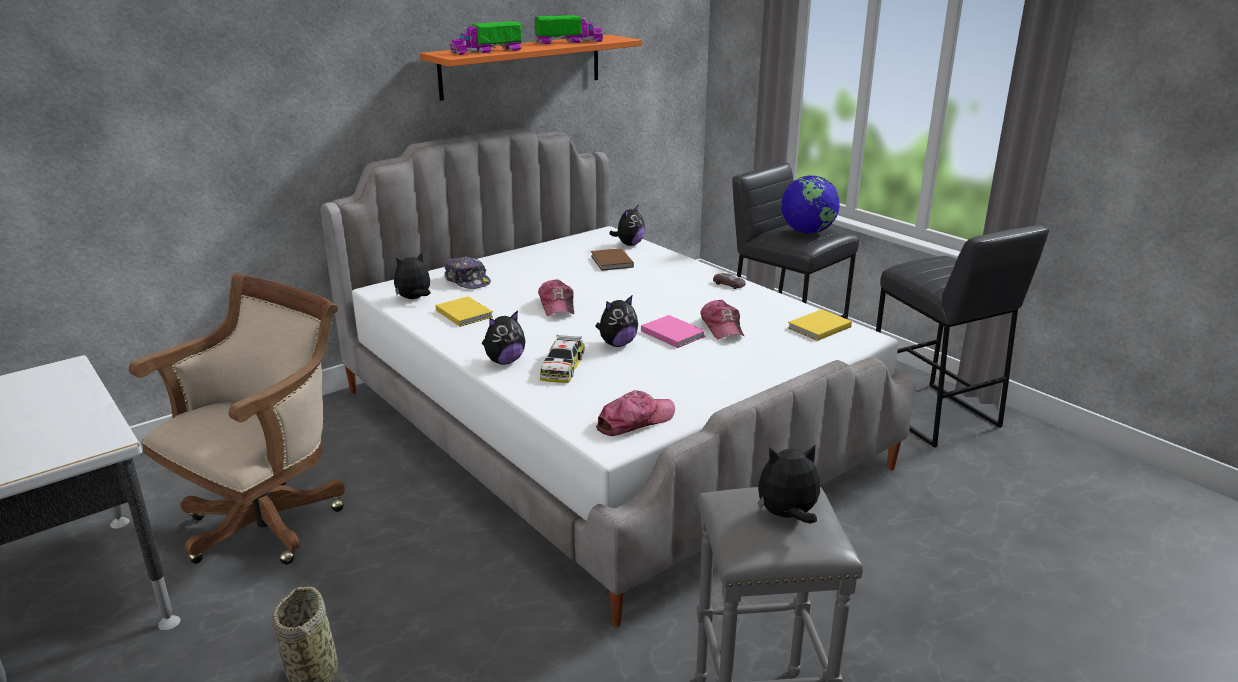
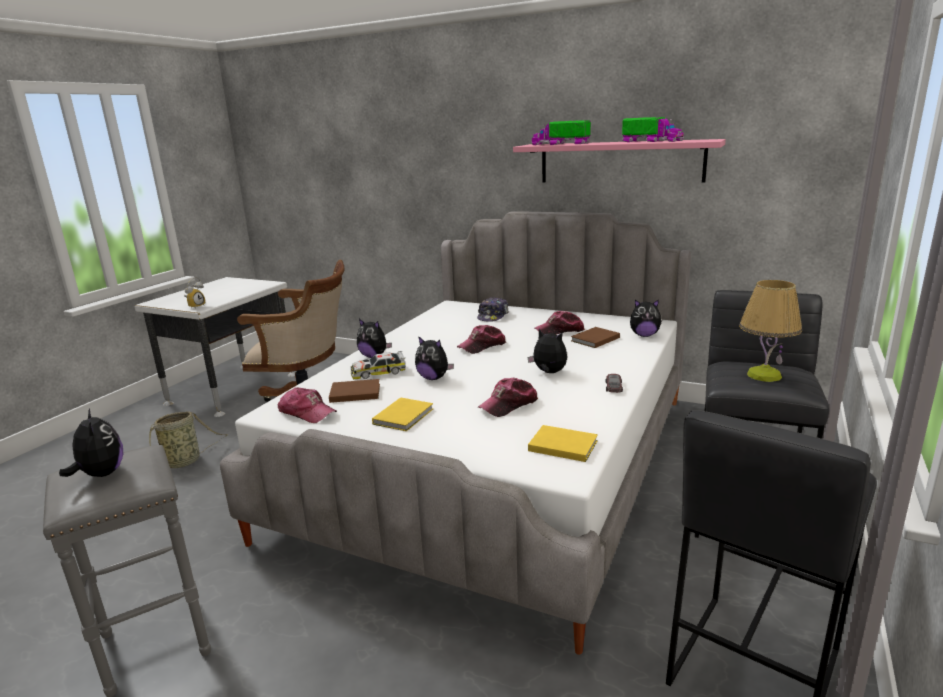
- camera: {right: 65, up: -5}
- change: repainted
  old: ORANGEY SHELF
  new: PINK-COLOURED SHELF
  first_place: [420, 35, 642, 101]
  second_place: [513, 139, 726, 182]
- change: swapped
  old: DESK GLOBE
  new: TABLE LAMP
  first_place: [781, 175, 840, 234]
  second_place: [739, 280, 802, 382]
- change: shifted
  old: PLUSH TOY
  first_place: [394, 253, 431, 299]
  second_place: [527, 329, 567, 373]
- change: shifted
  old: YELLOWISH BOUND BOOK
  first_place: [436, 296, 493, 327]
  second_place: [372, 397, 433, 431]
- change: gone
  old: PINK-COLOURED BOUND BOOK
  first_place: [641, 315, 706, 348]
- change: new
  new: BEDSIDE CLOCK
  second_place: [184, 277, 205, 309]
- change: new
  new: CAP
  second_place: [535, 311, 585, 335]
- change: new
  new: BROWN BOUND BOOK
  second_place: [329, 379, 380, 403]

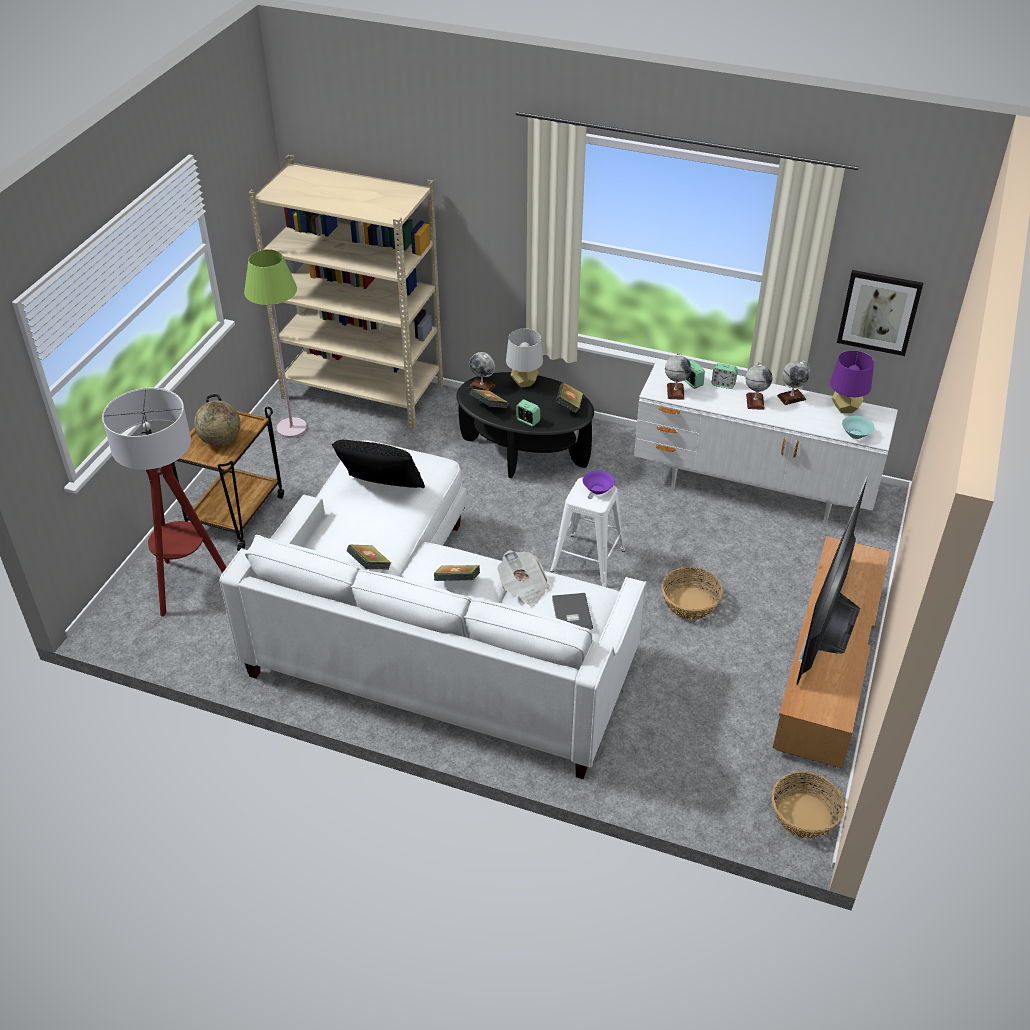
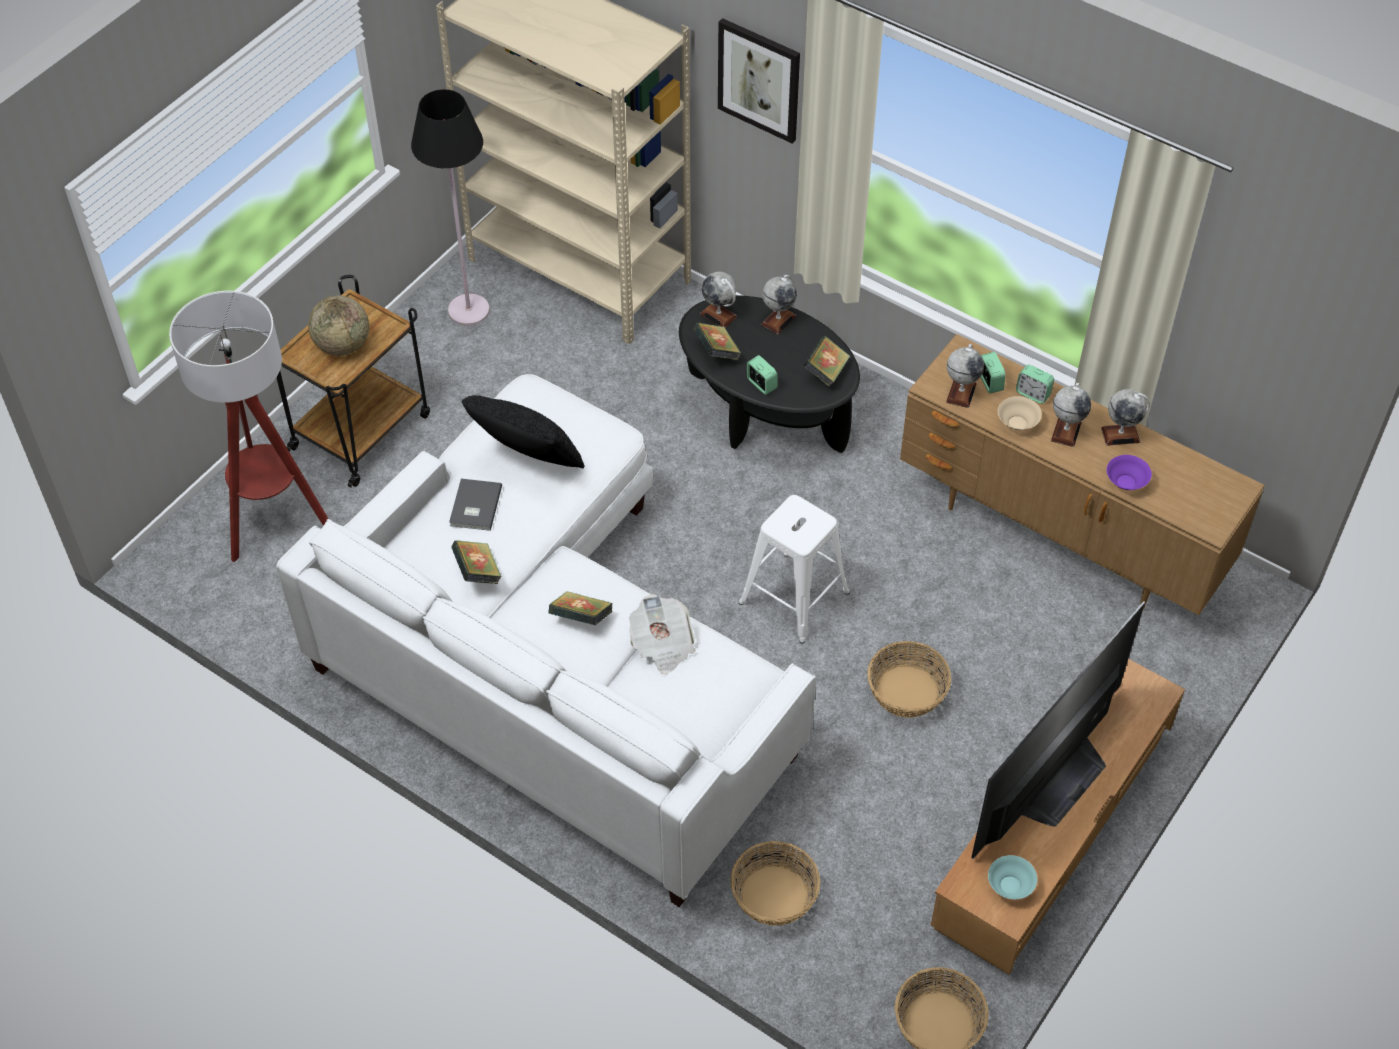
- camera: {right: 15, up: 10}
- change: repainted
  old: GREENISH FLOOR LAMP
  new: BLACKISH FLOOR LAMP
  first_place: [244, 249, 307, 438]
  second_place: [411, 89, 489, 326]
- change: shifted
  old: WALL PICTURE
  first_place: [837, 270, 923, 356]
  second_place: [718, 18, 800, 143]
- change: swapped
  old: GREYISH TABLE LAMP
  new: DESK GLOBE
  first_place: [506, 329, 543, 387]
  second_place: [761, 275, 797, 334]
- change: gone
  old: PURPLE TABLE LAMP
  first_place: [830, 350, 874, 413]
- change: repainted
  old: WHITE DRAWER CHEST
  new: BROWN DRAWER CHEST
  first_place: [634, 360, 898, 524]
  second_place: [900, 334, 1265, 615]
- change: shifted
  old: BLUE-GREEN SERVING BOWL
  first_place: [842, 416, 874, 439]
  second_place: [988, 855, 1037, 899]
- change: shifted
  old: PURPLE SERVING BOWL
  first_place: [583, 470, 615, 495]
  second_place: [1107, 455, 1152, 490]
- change: shifted
  old: GREYISH BOUND BOOK
  first_place: [552, 593, 593, 630]
  second_place: [449, 478, 502, 531]
- change: new
  new: SAND-COLOURED SERVING BOWL
  second_place: [998, 396, 1042, 431]
- change: new
  new: BASKET
  second_place: [730, 841, 820, 926]

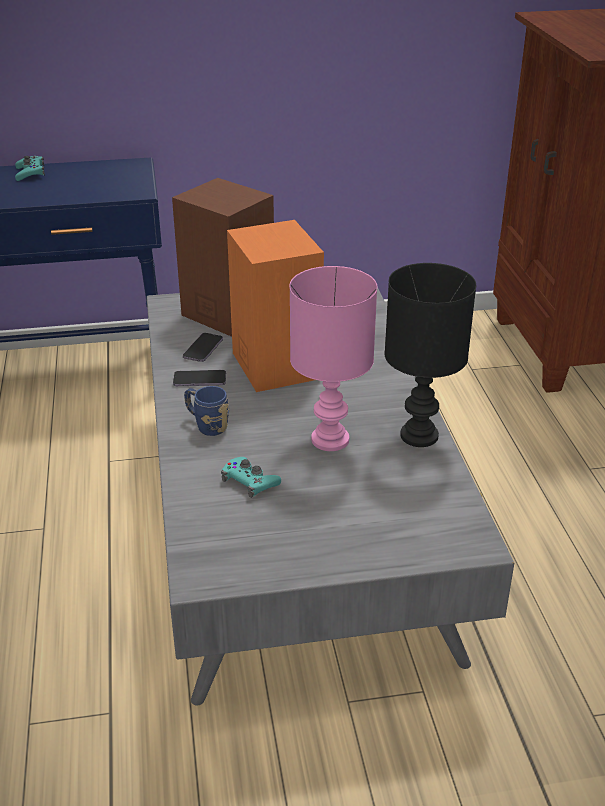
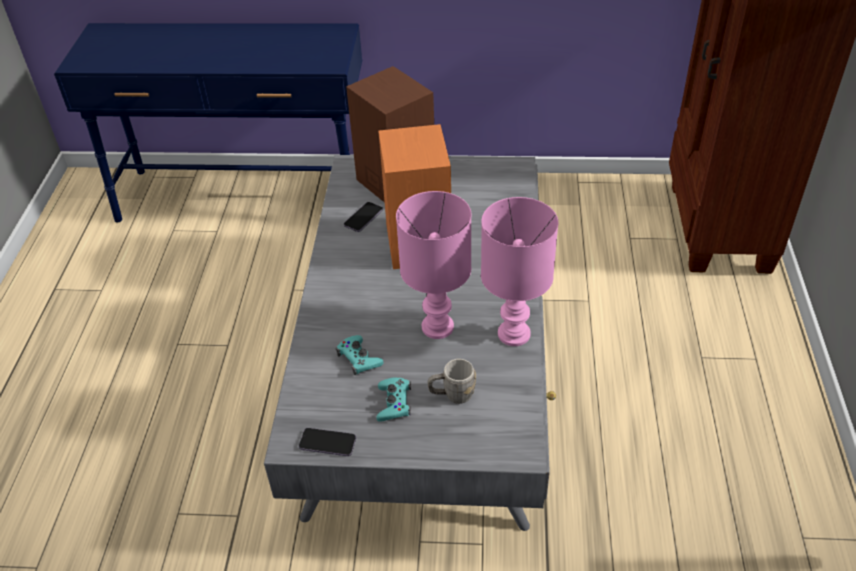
- camera: {right: 15, up: 10}
- change: shifted
  old: BLUE-GREEN GAME CONTROLLER
  first_place: [15, 156, 45, 181]
  second_place: [376, 377, 411, 422]
- change: repainted
  old: BLACKISH TABLE LAMP
  new: PINK-COLOURED TABLE LAMP
  first_place: [384, 263, 476, 447]
  second_place: [481, 197, 558, 346]
- change: shifted
  old: HANDSET
  first_place: [173, 370, 226, 386]
  second_place: [299, 428, 356, 456]
- change: gone
  old: BLUE-COLOURED TEA MUG
  first_place: [184, 386, 229, 436]
- change: new
  new: GREYISH TEA MUG
  second_place: [428, 359, 476, 404]

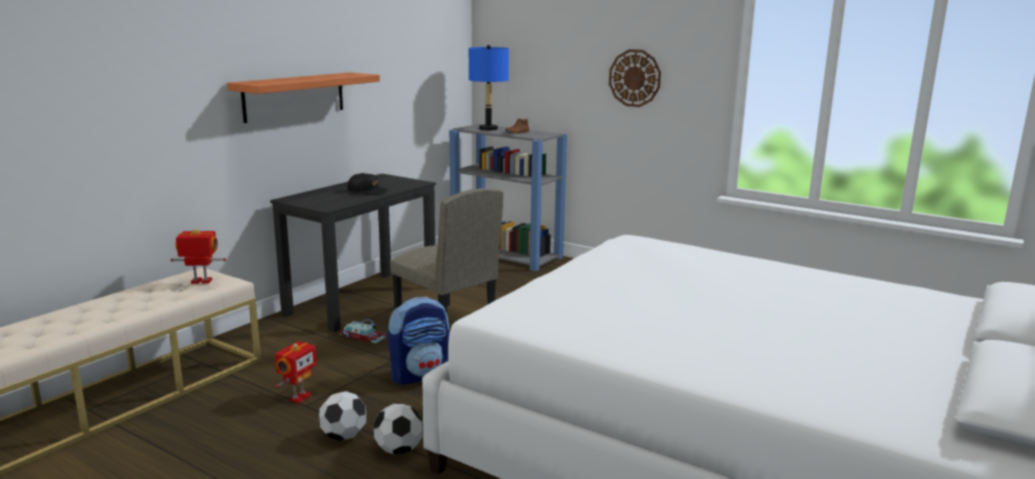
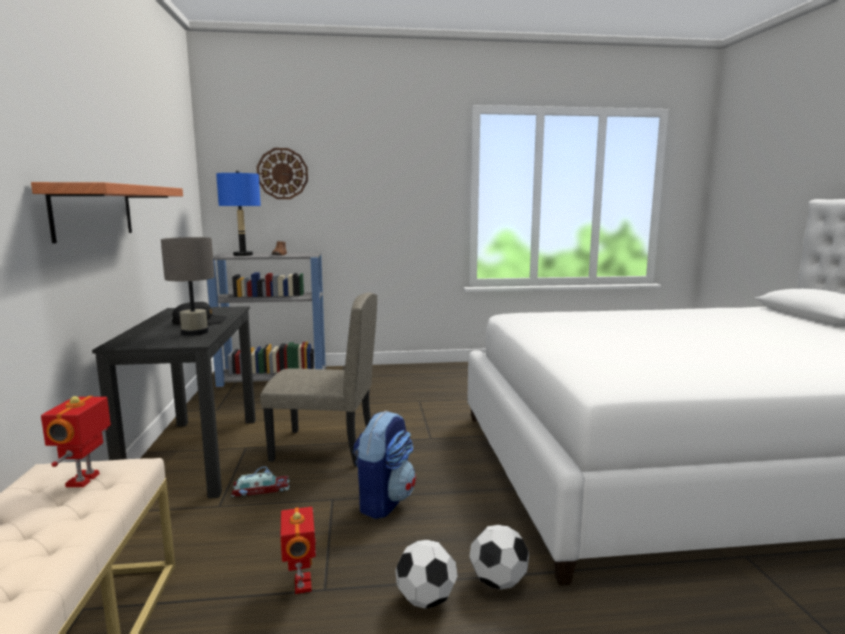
- camera: {right: -40, up: -5}
- change: shifted
  old: HANGING CLOCK
  first_place: [609, 49, 661, 107]
  second_place: [257, 148, 308, 199]
- change: rotated
  old: ROBOT FIGURE
  first_place: [171, 228, 226, 284]
  second_place: [41, 396, 111, 487]
  degrees: -45
- change: new
  new: GREYISH TABLE LAMP
  second_place: [161, 237, 214, 336]

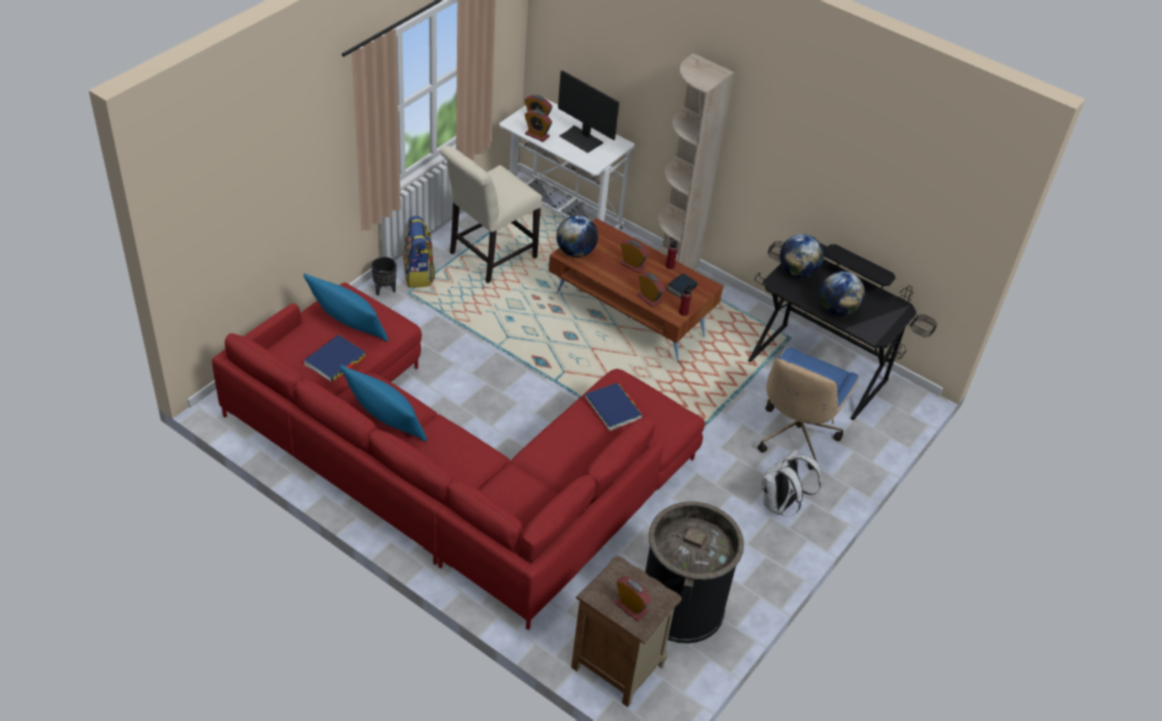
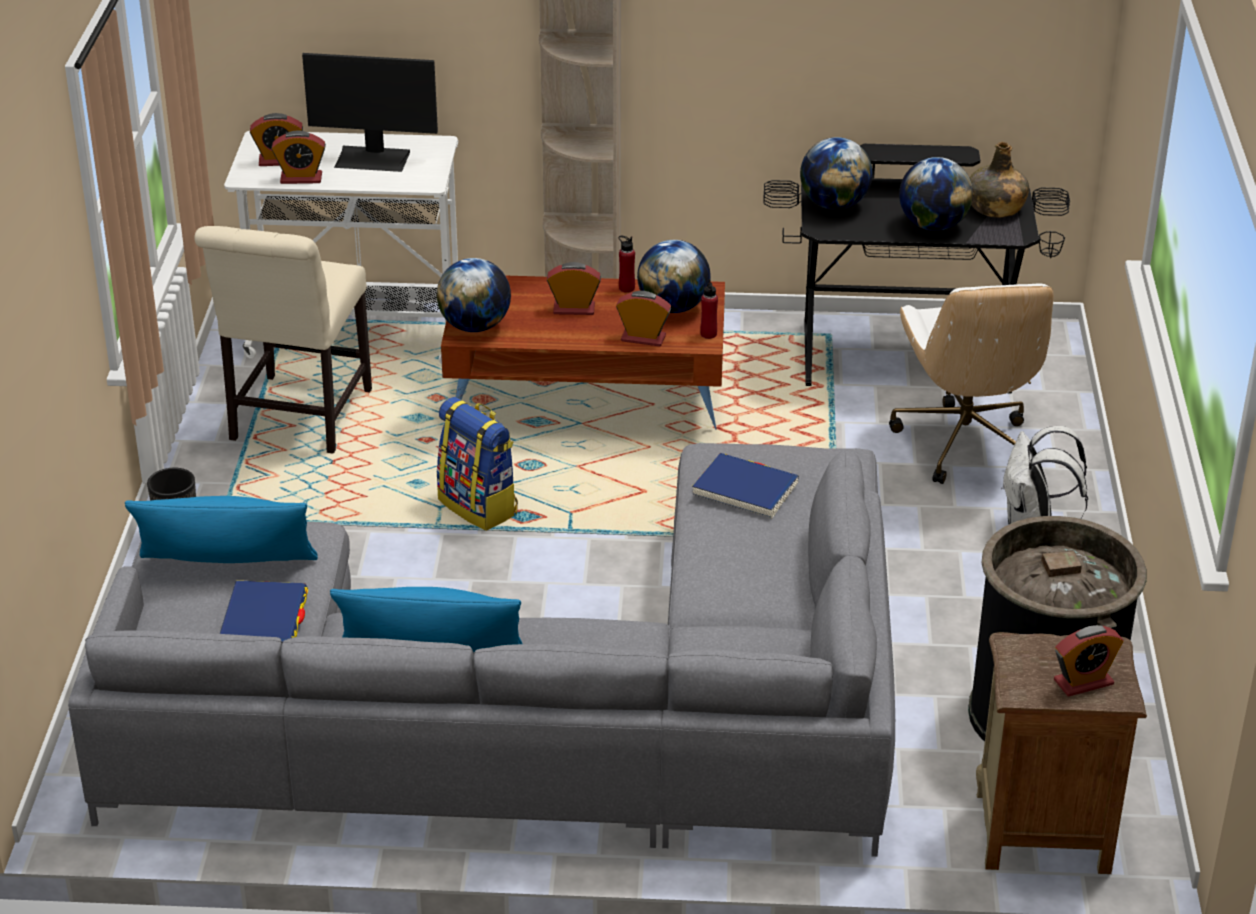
- camera: {right: -30, up: -10}
- change: shifted
  old: BACKPACK
  first_place: [403, 216, 435, 288]
  second_place: [437, 397, 518, 531]
- change: swapped
  old: BOUND BOOK
  new: DESK GLOBE
  first_place: [667, 273, 698, 298]
  second_place: [637, 240, 711, 313]
- change: repainted
  old: REDDISH SETTEE
  new: GREYISH SETTEE
  first_place: [212, 282, 705, 630]
  second_place: [68, 443, 895, 857]
- change: repainted
  old: BLUE-COLOURED DESK CHAIR
  new: WHITE DESK CHAIR
  first_place: [758, 347, 859, 470]
  second_place: [889, 284, 1054, 484]
- change: rotated
  old: BEDSIDE CLOCK
  first_place: [615, 576, 652, 621]
  second_place: [1054, 625, 1124, 697]
  degrees: 150
- change: new
  new: GREENISH BEVERAGE BOTTLE
  second_place: [970, 142, 1029, 218]

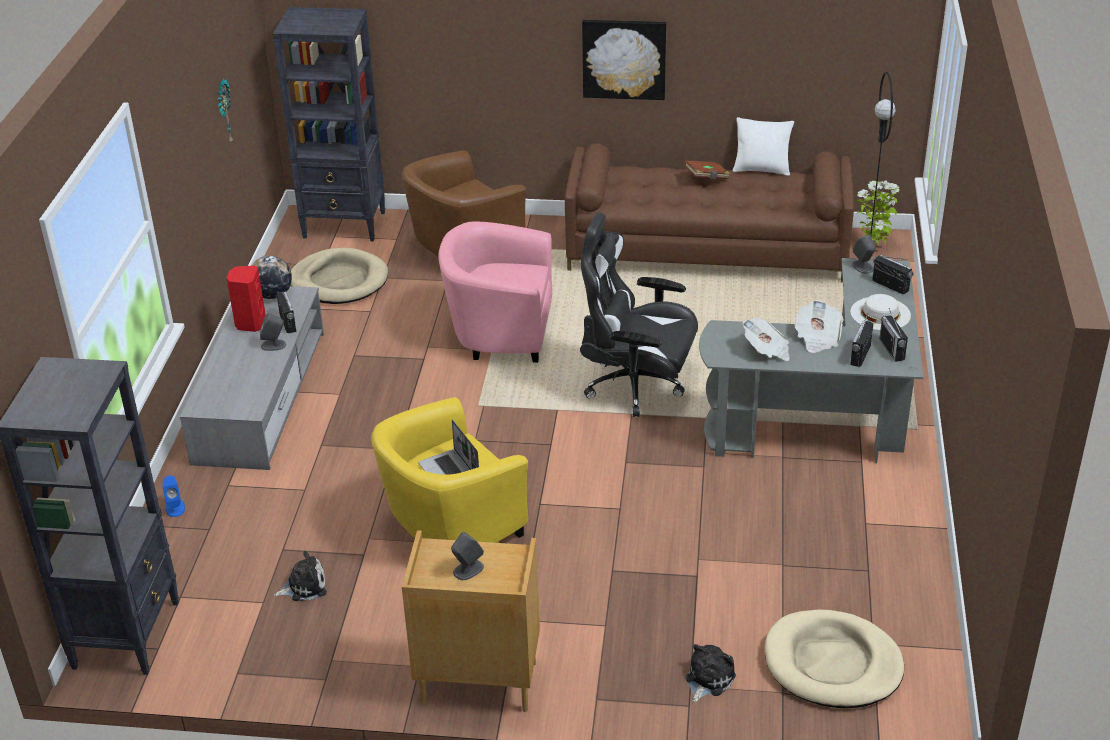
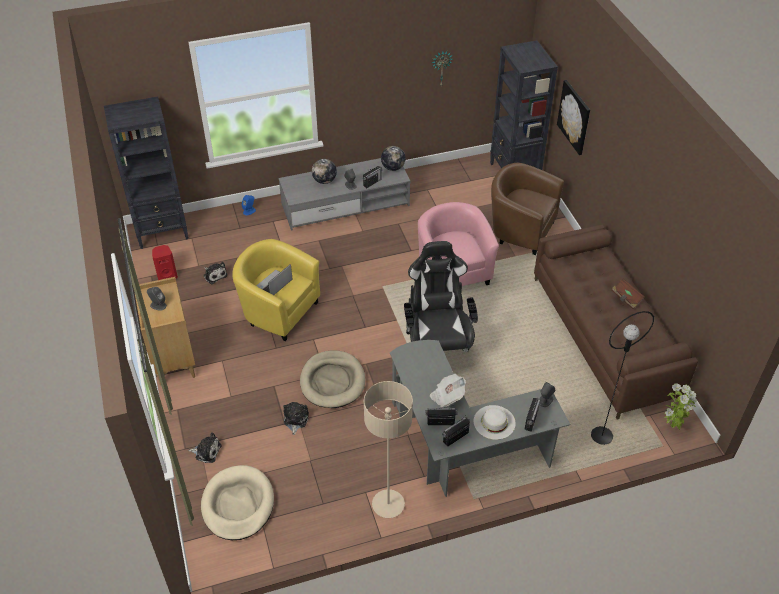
- camera: {right: 65, up: 10}
- change: shifted
  old: WALL PICTURE
  first_place: [582, 20, 666, 100]
  second_place: [557, 80, 590, 155]
- change: gone
  old: WHITE PILLOW
  first_place: [732, 117, 794, 176]
- change: shifted
  old: SAND-COLOURED DOG BED
  first_place: [290, 248, 388, 304]
  second_place: [300, 350, 365, 408]
- change: shifted
  old: REDDISH LOUDSPEAKER
  first_place: [227, 265, 266, 332]
  second_place: [152, 245, 178, 280]
- change: gone
  old: DAILY PAPER
  first_place: [742, 318, 790, 361]
- change: new
  new: DESK GLOBE
  second_place: [312, 159, 337, 184]
- change: new
  new: SAND-COLOURED FLOOR LAMP
  second_place: [364, 381, 413, 518]
- change: new
  new: PLUSH TOY
  second_place: [283, 402, 309, 435]

